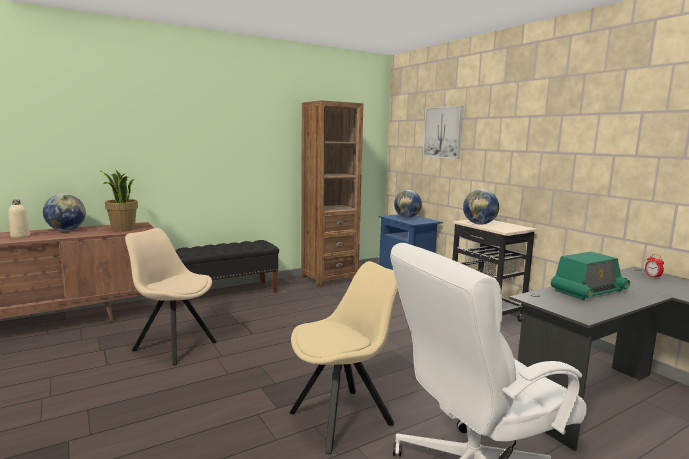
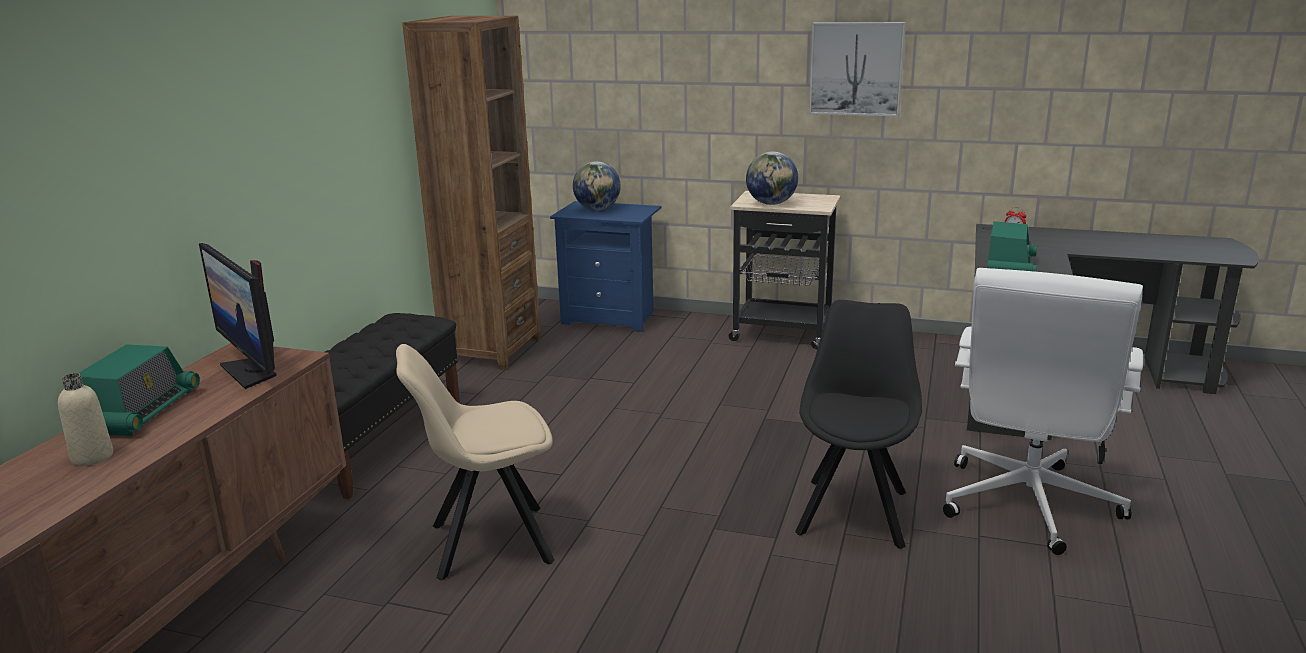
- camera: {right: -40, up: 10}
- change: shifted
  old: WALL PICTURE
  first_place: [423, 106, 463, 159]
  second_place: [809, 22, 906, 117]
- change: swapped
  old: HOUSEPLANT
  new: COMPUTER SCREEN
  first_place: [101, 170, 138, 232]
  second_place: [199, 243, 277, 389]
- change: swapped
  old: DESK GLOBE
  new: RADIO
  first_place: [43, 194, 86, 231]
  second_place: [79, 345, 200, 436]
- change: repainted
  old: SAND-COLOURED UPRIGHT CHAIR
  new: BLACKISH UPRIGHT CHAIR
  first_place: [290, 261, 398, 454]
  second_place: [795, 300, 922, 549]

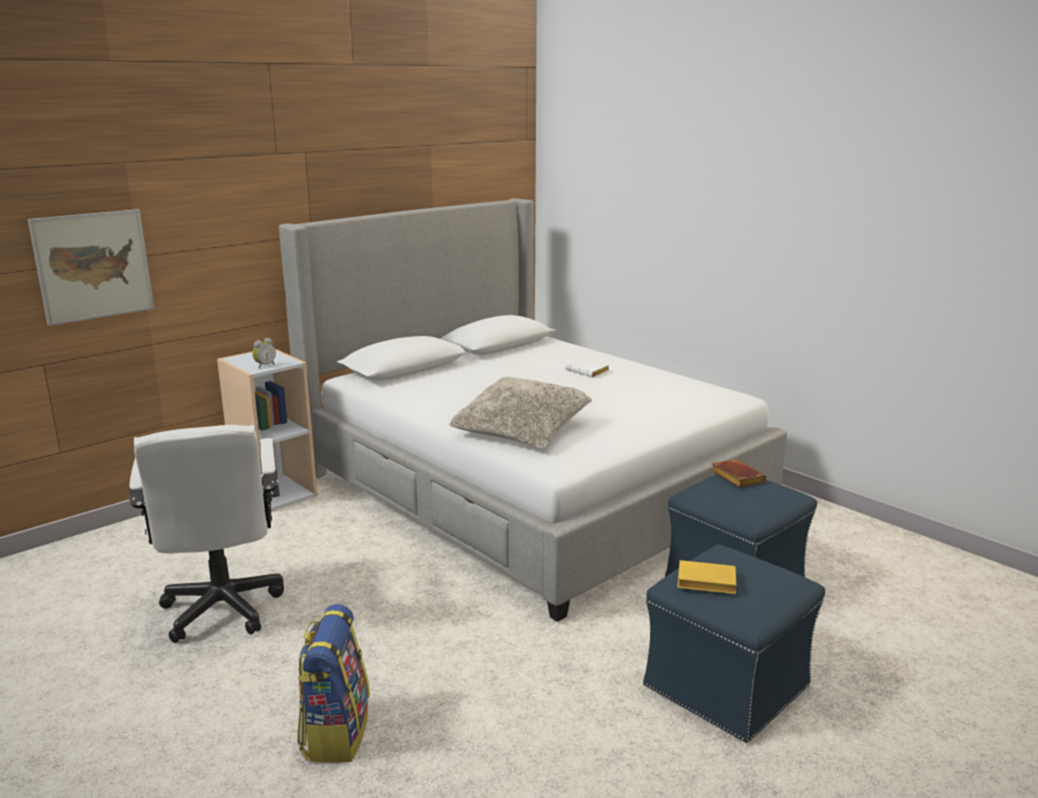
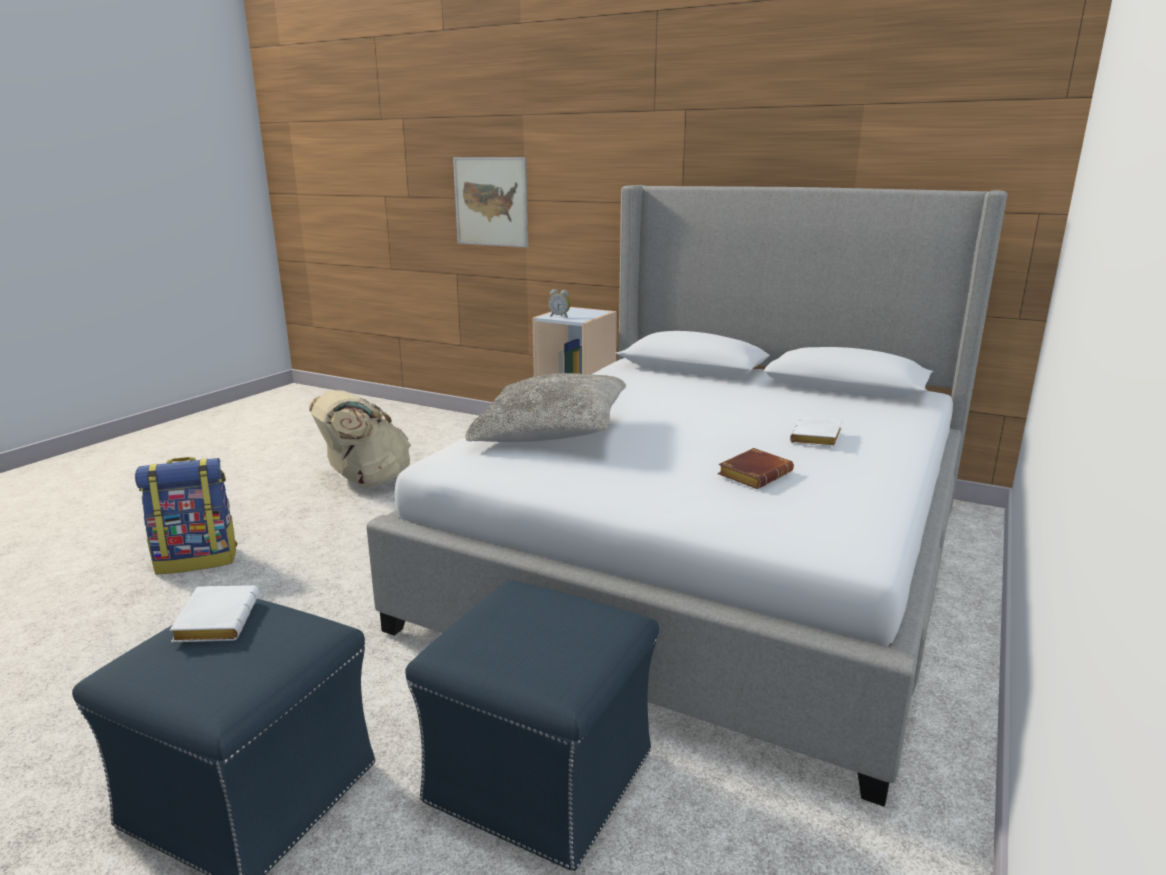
- camera: {right: 70, up: 0}
- change: swapped
  old: WHITE DESK CHAIR
  new: SAND-COLOURED BACKPACK
  first_place: [129, 425, 284, 643]
  second_place: [309, 390, 411, 487]
- change: shifted
  old: BROWN BOUND BOOK
  first_place: [711, 459, 766, 487]
  second_place: [718, 448, 794, 489]
- change: repainted
  old: YELLOWISH BOUND BOOK
  new: WHITE BOUND BOOK
  first_place: [678, 560, 736, 594]
  second_place: [170, 585, 259, 642]

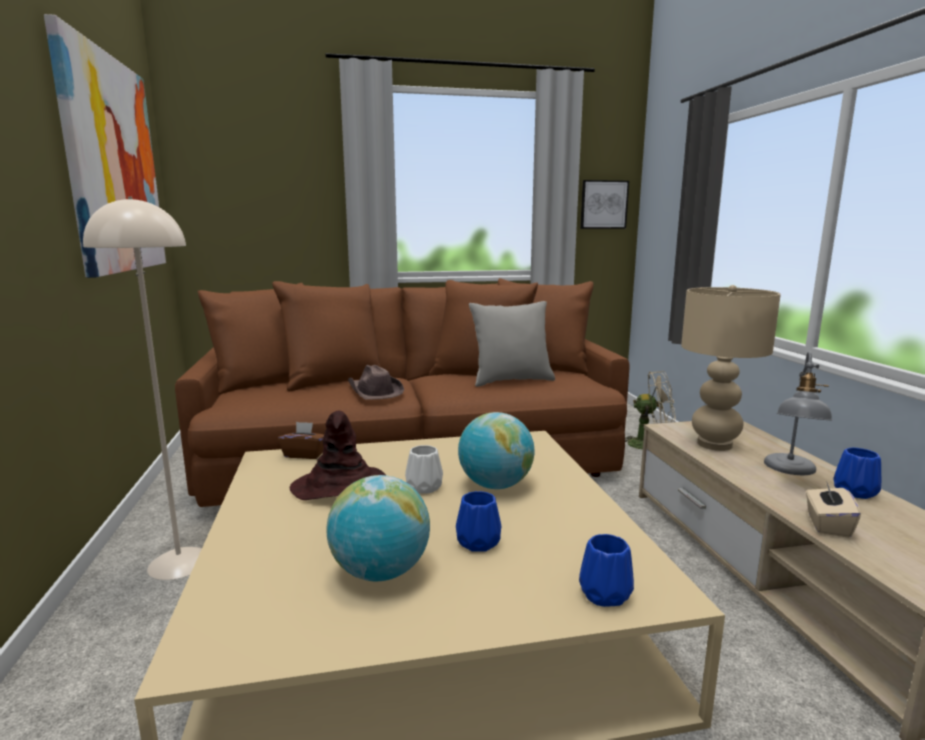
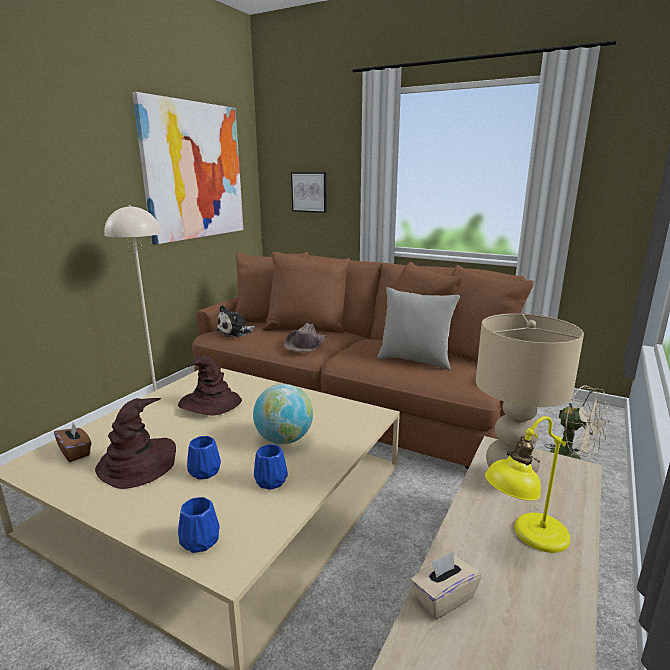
- camera: {right: 40, up: 5}
- change: shifted
  old: WALL PICTURE
  first_place: [580, 180, 629, 229]
  second_place: [291, 172, 327, 213]
- change: repainted
  old: GREYISH TABLE LAMP
  new: YELLOWISH TABLE LAMP
  first_place: [764, 351, 832, 475]
  second_place: [485, 416, 570, 553]
- change: shifted
  old: BROWN TISSUE HOLDER
  first_place: [278, 422, 324, 459]
  second_place: [54, 423, 92, 462]
- change: gone
  old: WHITE DECORATIVE VASE
  first_place: [405, 445, 443, 494]
- change: shifted
  old: BLUE-COLOURED DECORATIVE VASE
  first_place: [833, 448, 882, 499]
  second_place: [254, 444, 288, 490]
- change: swapped
  old: DESK GLOBE
  new: BROWN HAT
  first_place: [326, 475, 430, 581]
  second_place: [95, 398, 176, 489]
- change: new
  new: PLUSH TOY
  second_place: [216, 305, 256, 337]

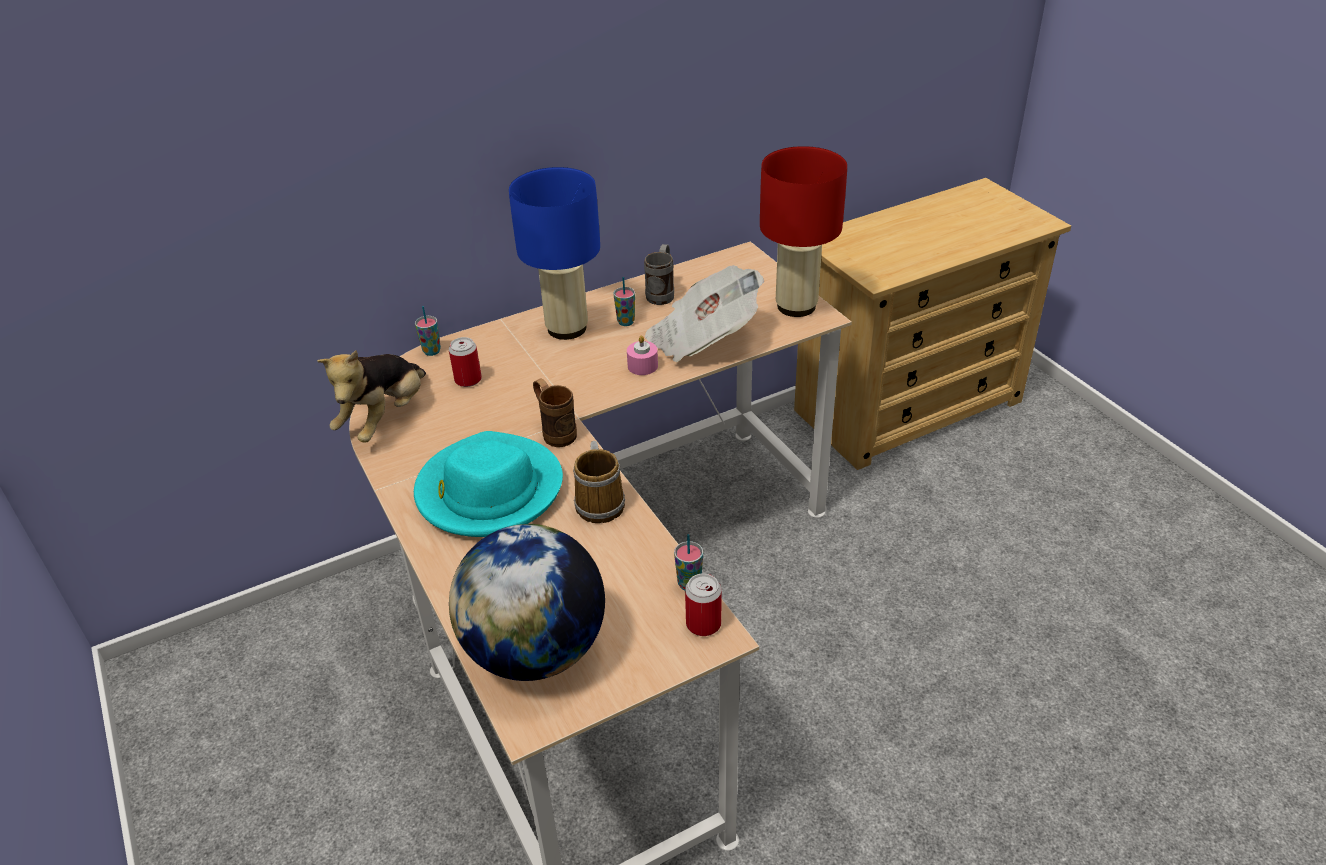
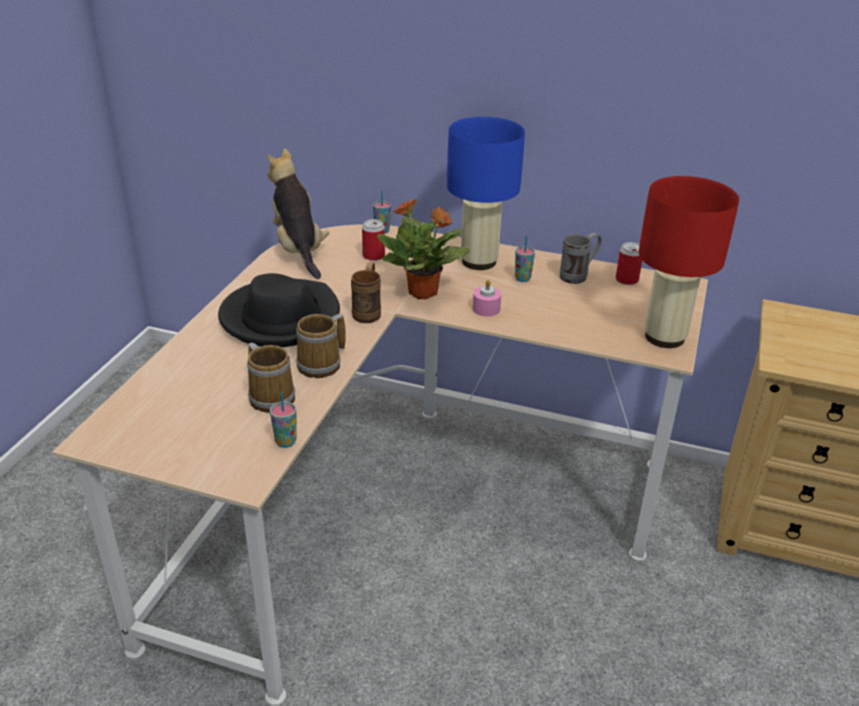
- camera: {right: 45, up: -5}
- change: gone
  old: DAILY PAPER
  first_place: [645, 265, 764, 362]
- change: rotated
  old: PLUSH TOY
  first_place: [317, 351, 426, 443]
  second_place: [267, 148, 329, 279]
  degrees: 90
- change: repainted
  old: BLUE-GREEN HAT
  new: BLACKISH HAT
  first_place: [414, 431, 563, 537]
  second_place: [218, 273, 340, 347]
- change: gone
  old: DESK GLOBE
  first_place: [449, 524, 605, 681]
- change: shifted
  old: METAL CAN
  first_place: [685, 573, 721, 636]
  second_place: [615, 242, 642, 285]
- change: new
  new: HOUSEPLANT
  second_place: [377, 199, 470, 299]
- change: new
  new: TEA MUG
  second_place: [247, 343, 295, 413]

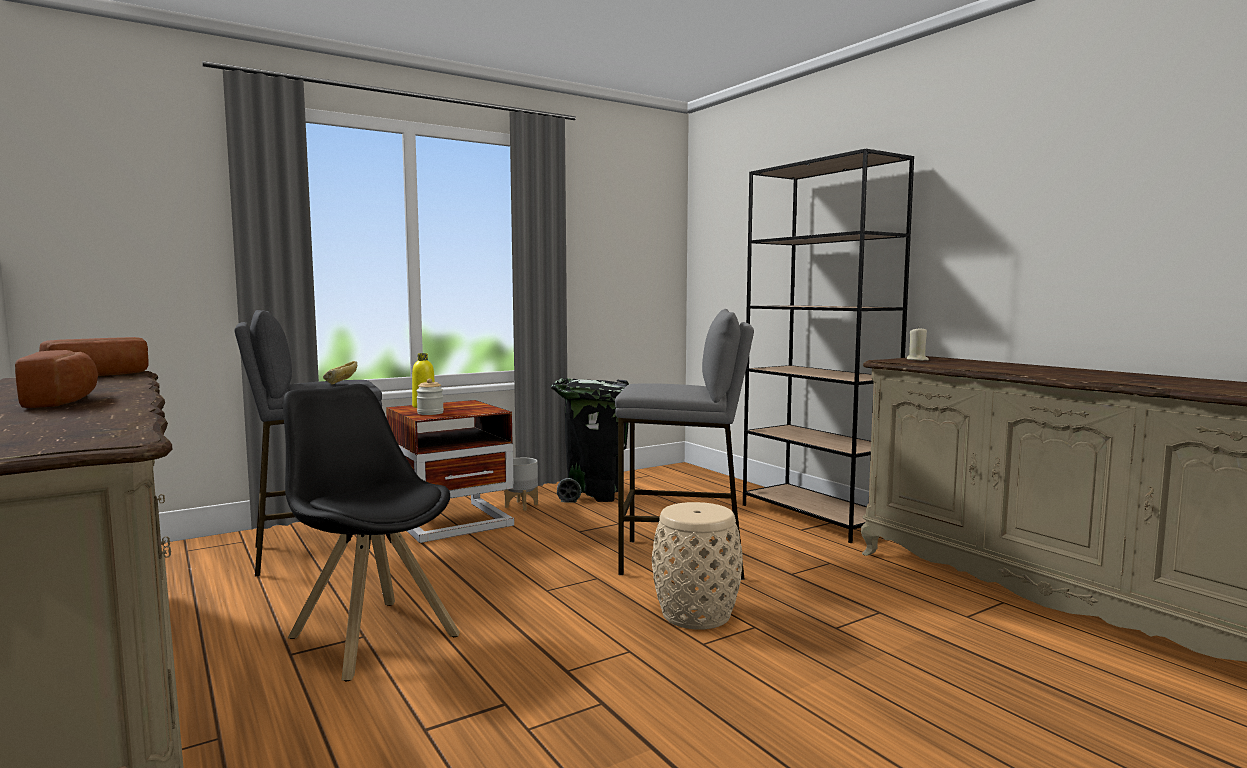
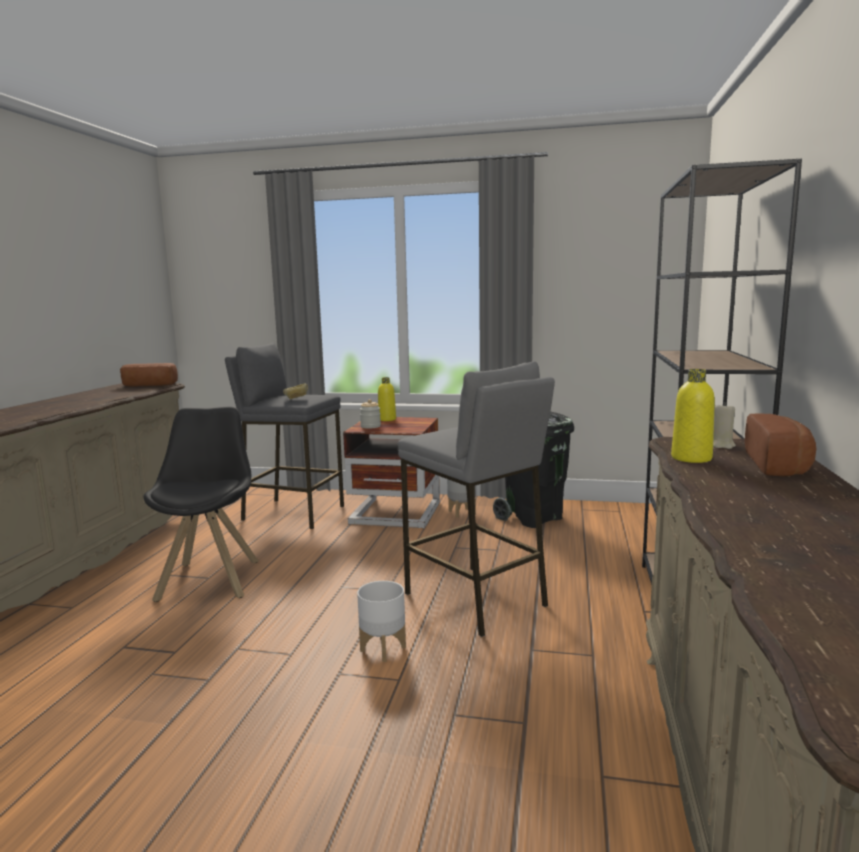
- camera: {right: 45, up: 5}
- change: shifted
  old: BREAD
  first_place: [15, 350, 98, 408]
  second_place: [745, 413, 816, 477]
- change: swapped
  old: SAND-COLOURED SITTING STOOL
  new: WHITE FLOWER POT
  first_place: [652, 502, 743, 630]
  second_place: [357, 581, 406, 662]
- change: new
  new: YELLOWISH BEVERAGE BOTTLE
  second_place: [671, 369, 715, 463]

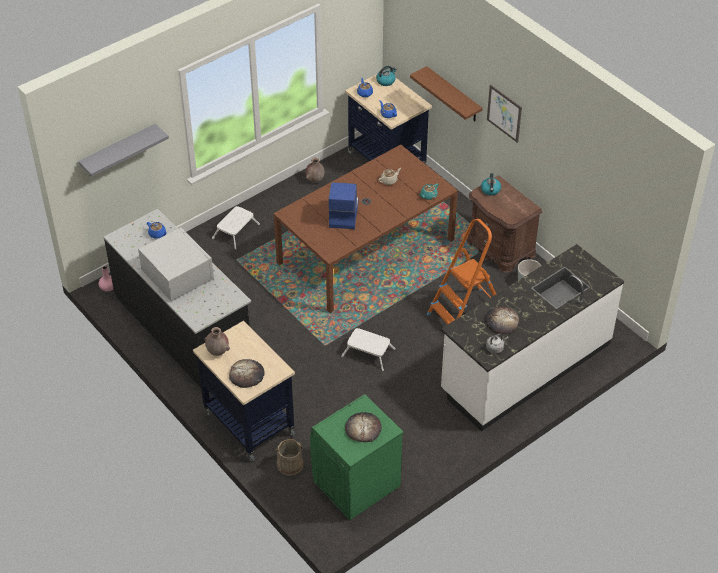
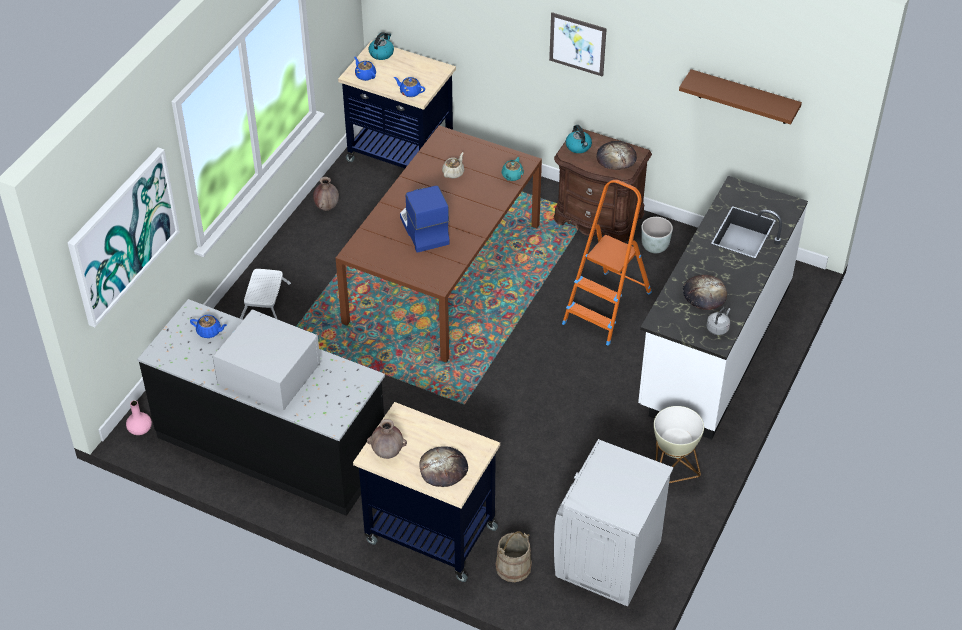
- camera: {right: -25, up: 0}
- change: shifted
  old: BROWN SHELF
  first_place: [410, 66, 482, 121]
  second_place: [679, 69, 802, 125]
- change: swapped
  old: GREYISH SHELF
  new: WALL PICTURE
  first_place: [78, 124, 169, 177]
  second_place: [68, 147, 180, 327]
- change: gone
  old: WHITE STEPLADDER
  first_place: [341, 328, 395, 371]
- change: repainted
  old: GREENISH WASHING MACHINE
  new: WHITE WASHING MACHINE
  first_place: [310, 394, 403, 520]
  second_place: [554, 439, 673, 607]
- change: shifted
  old: BREAD
  first_place: [345, 412, 382, 442]
  second_place: [596, 141, 637, 170]
- change: new
  new: FLOWER POT
  second_place: [654, 406, 704, 483]

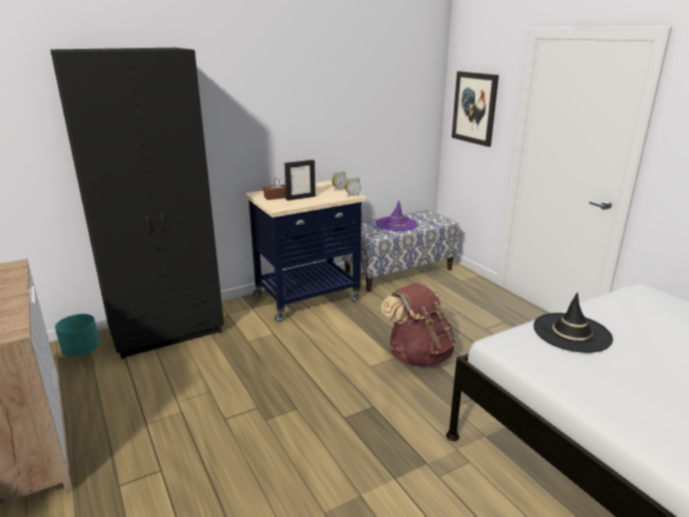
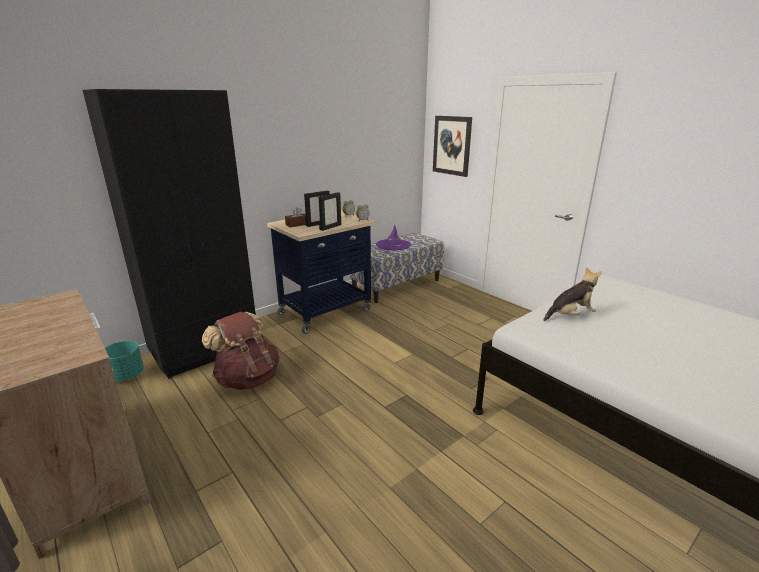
- camera: {right: -10, up: 0}
- change: shifted
  old: BROWN BACKPACK
  first_place: [381, 283, 456, 367]
  second_place: [202, 312, 279, 390]
- change: swapped
  old: BLACKISH HAT
  new: PLUSH TOY
  first_place: [534, 293, 613, 353]
  second_place: [543, 267, 602, 321]
- change: new
  new: STANDING FRAME
  second_place: [319, 192, 341, 231]

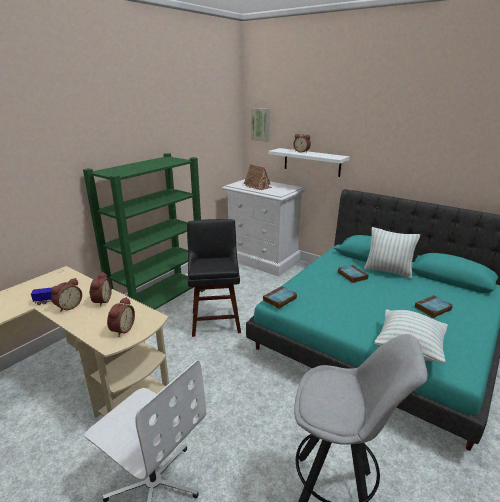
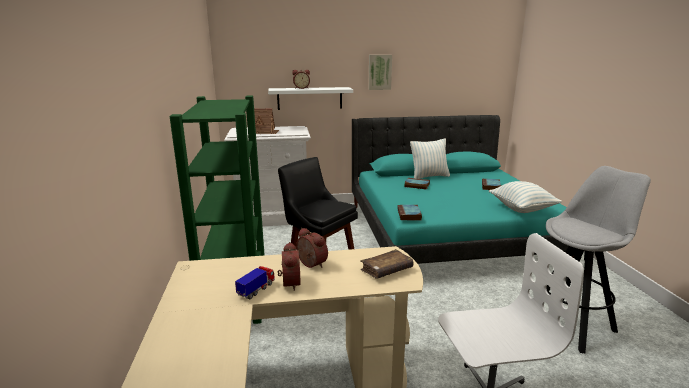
- camera: {right: -45, up: -5}
- change: shifted
  old: WALL PICTURE
  first_place: [251, 108, 270, 142]
  second_place: [368, 55, 392, 90]
- change: swapped
  old: BEDSIDE CLOCK
  new: BROWN BOUND BOOK
  first_place: [107, 297, 135, 337]
  second_place: [360, 249, 414, 279]

